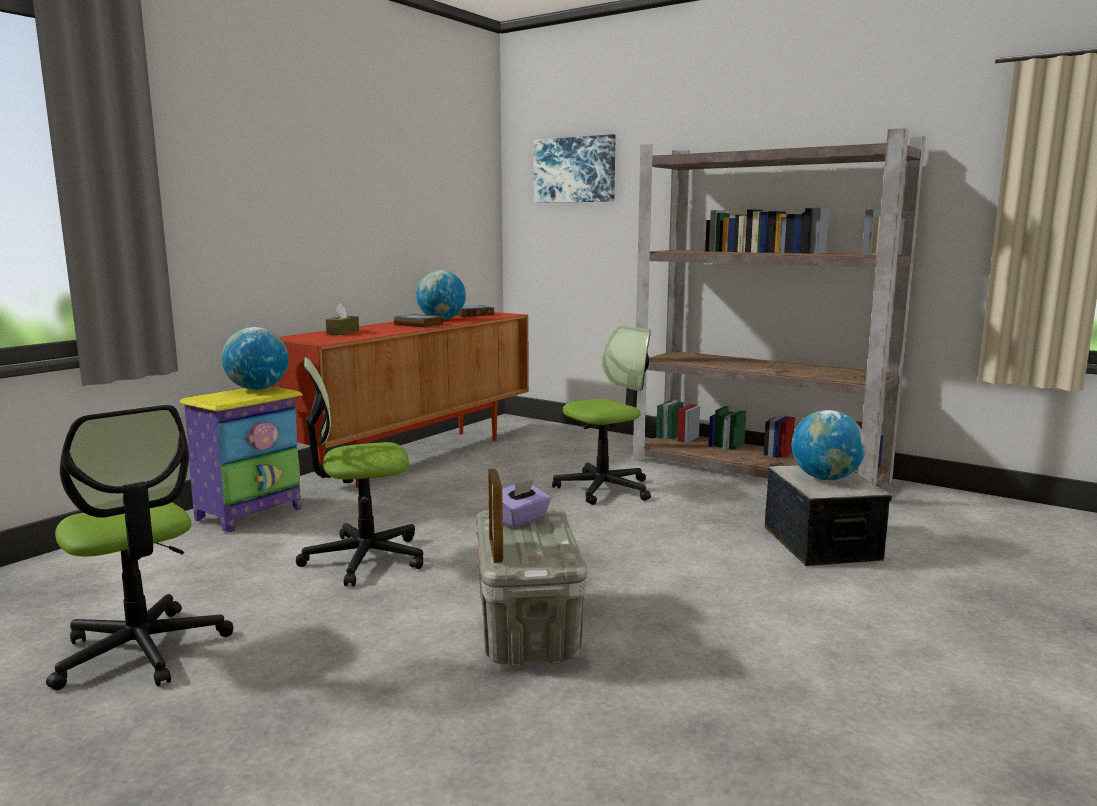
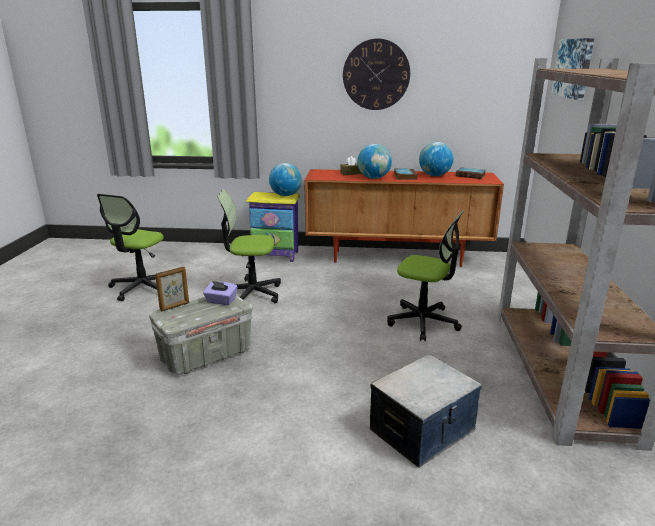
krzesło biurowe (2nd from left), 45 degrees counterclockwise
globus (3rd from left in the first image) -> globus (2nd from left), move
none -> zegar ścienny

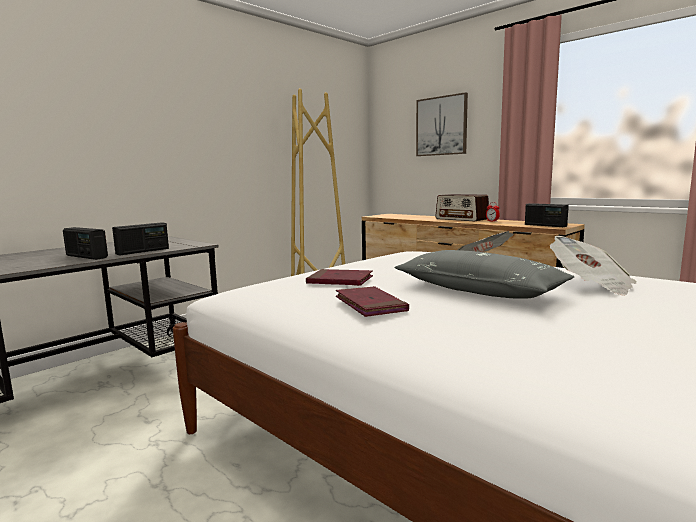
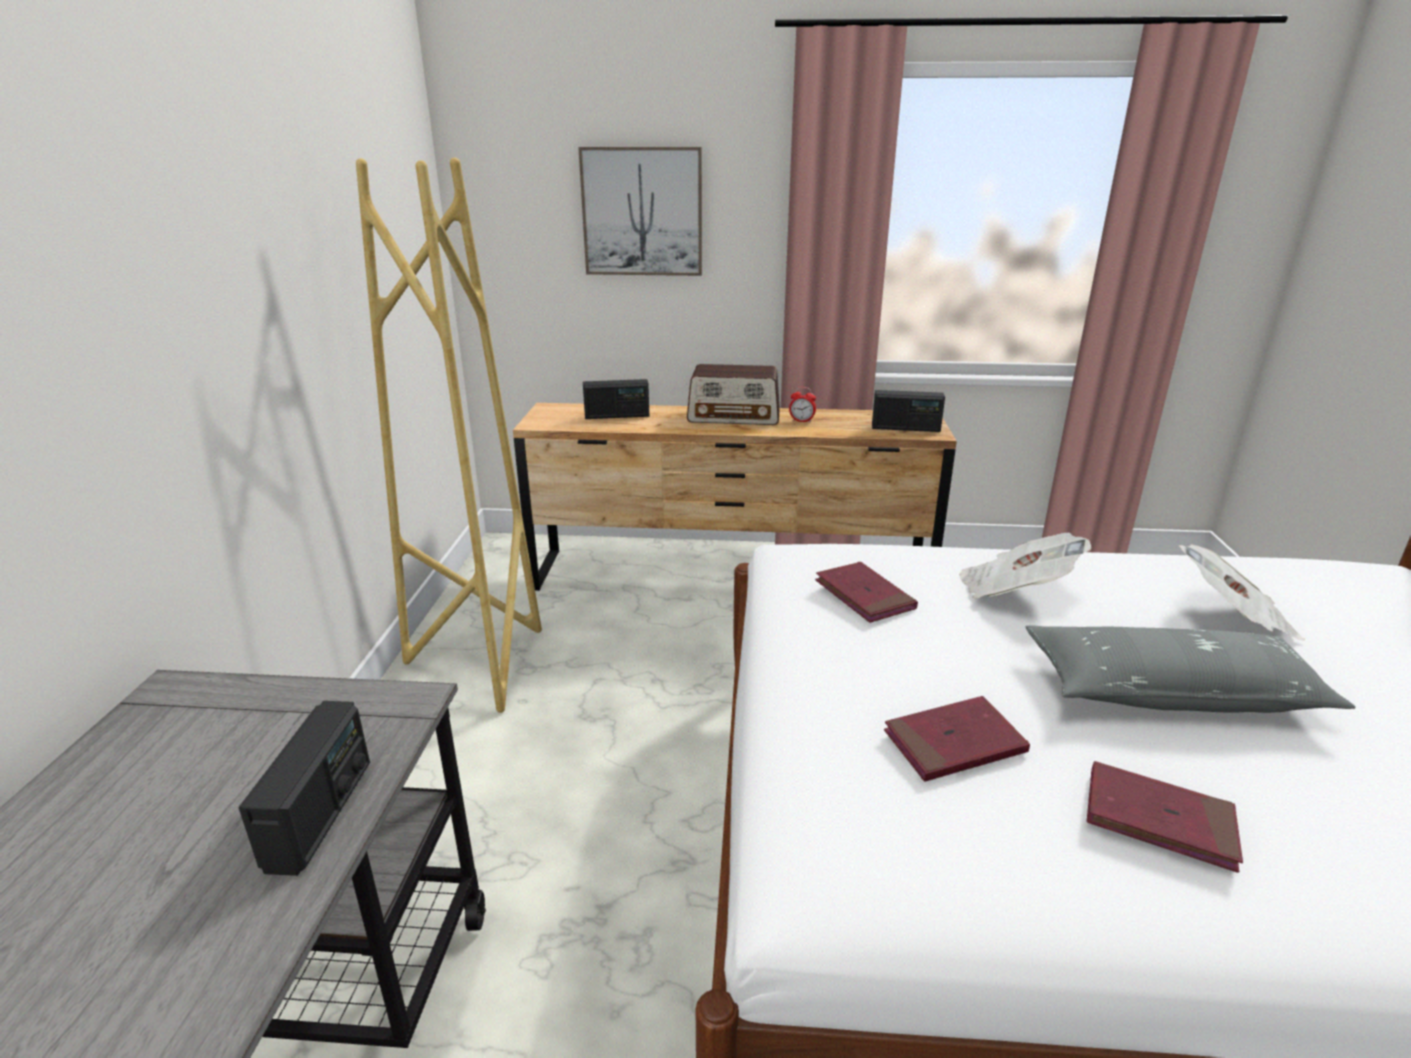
radio (1st from left in the first image) -> radio (2nd from left), move
none -> książka/czerwony (1st from left)

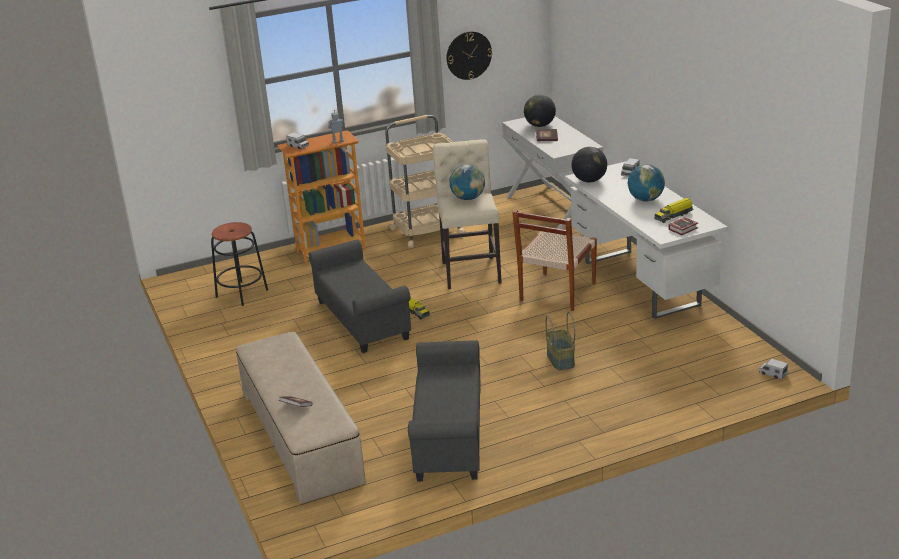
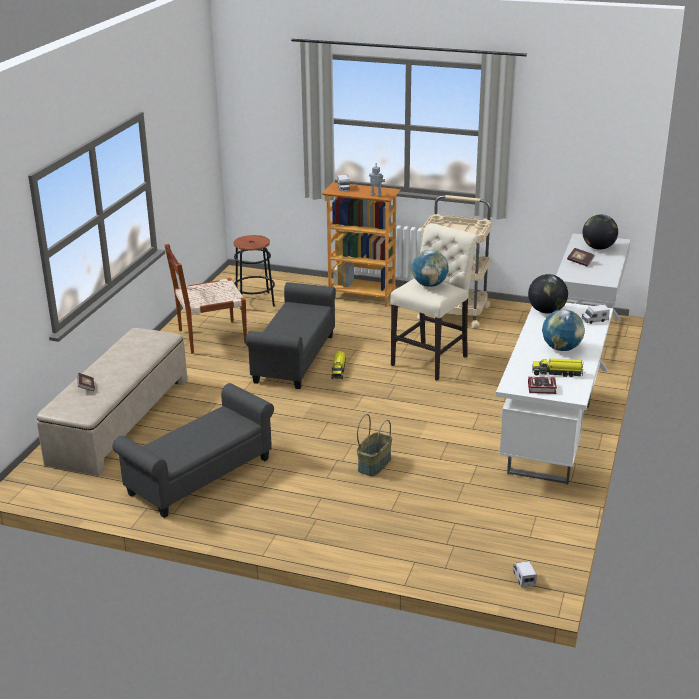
zegar ścienny -> none
krzesło, move

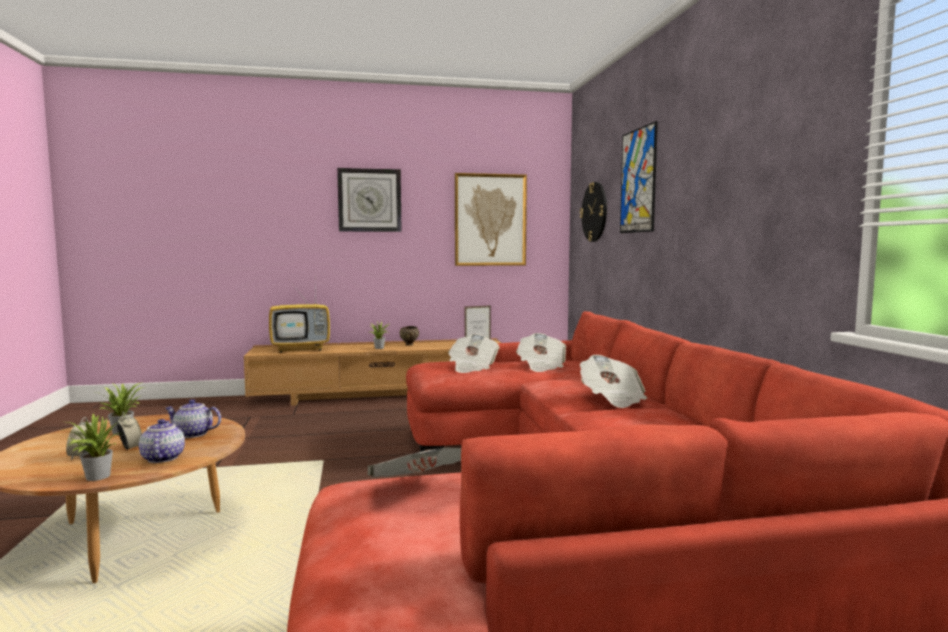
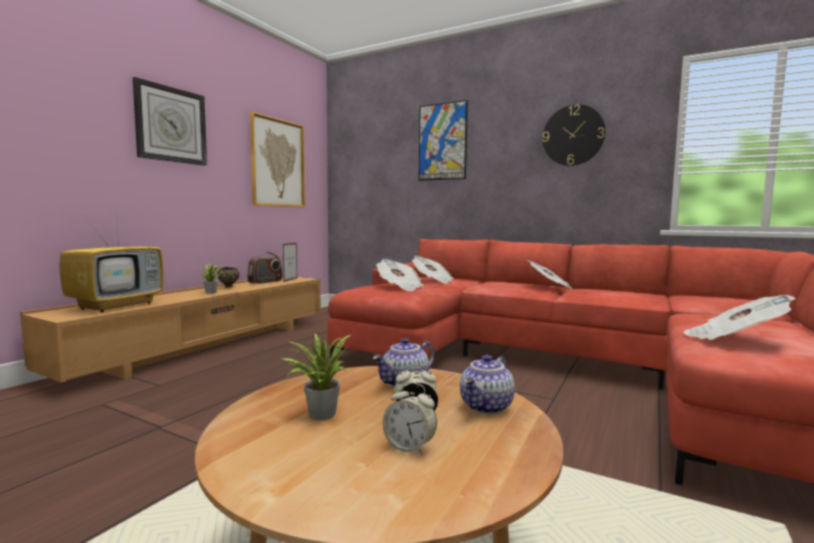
roślina doniczkowa (1st from left) -> none
imbryk (1st from left in the first image) -> imbryk (2nd from left), 75 degrees counterclockwise
zegar ścienny (2nd from left), move
none -> radio

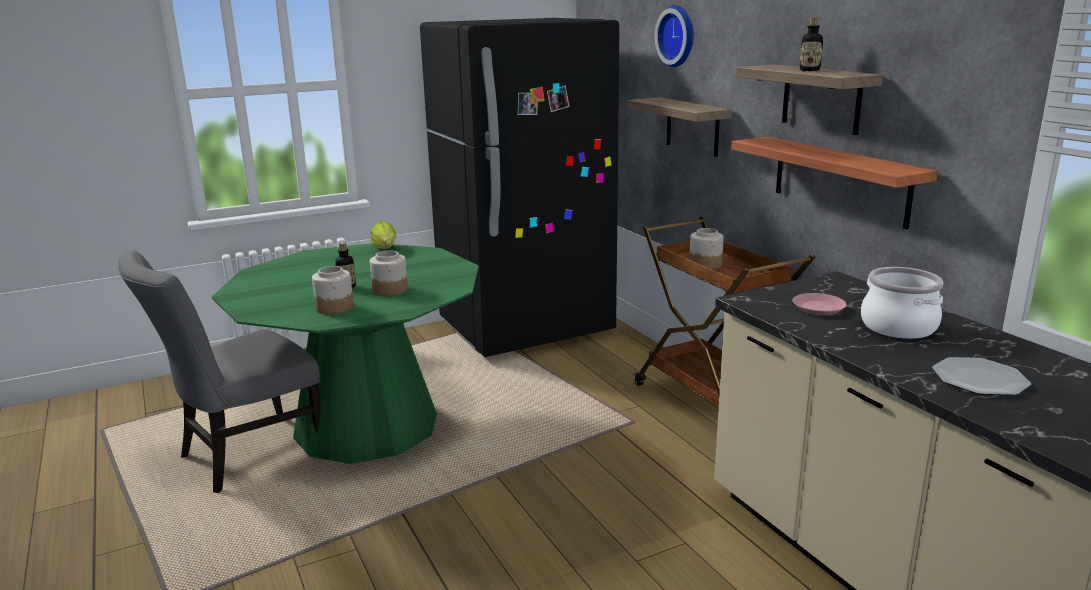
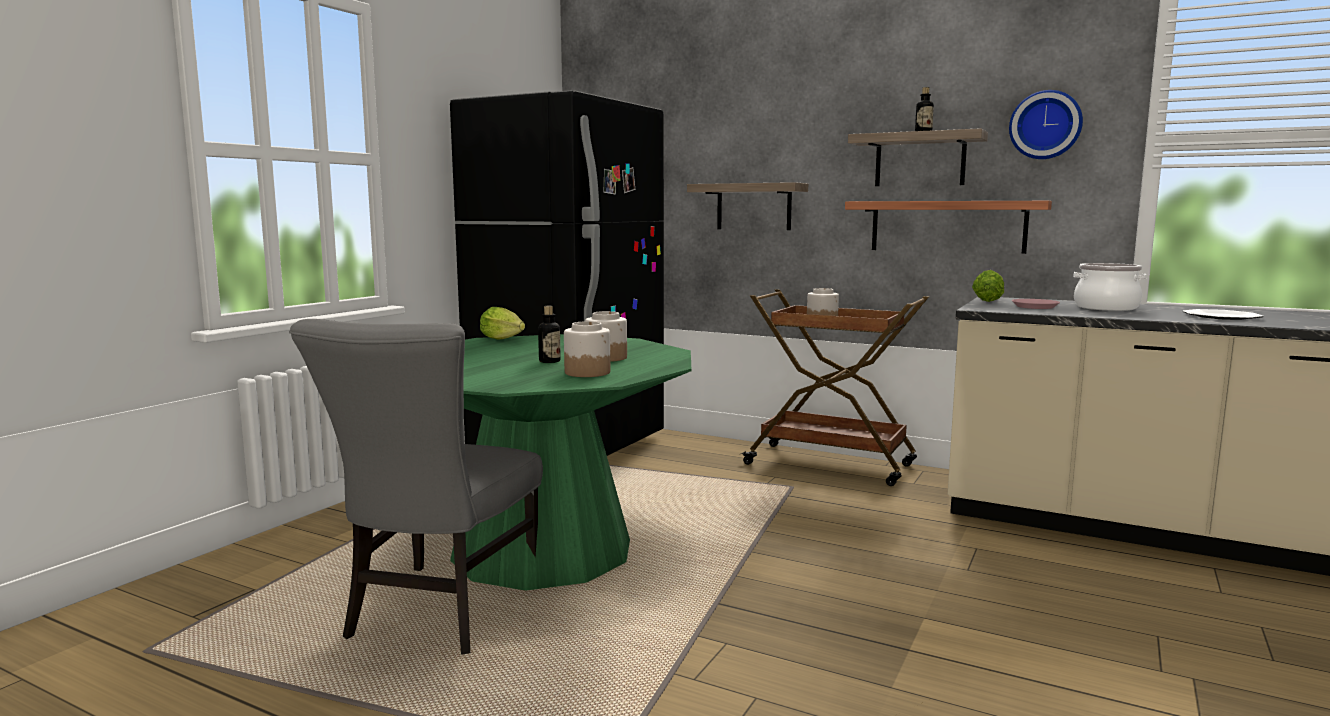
zegar ścienny, move
none -> sałata (2nd from left)

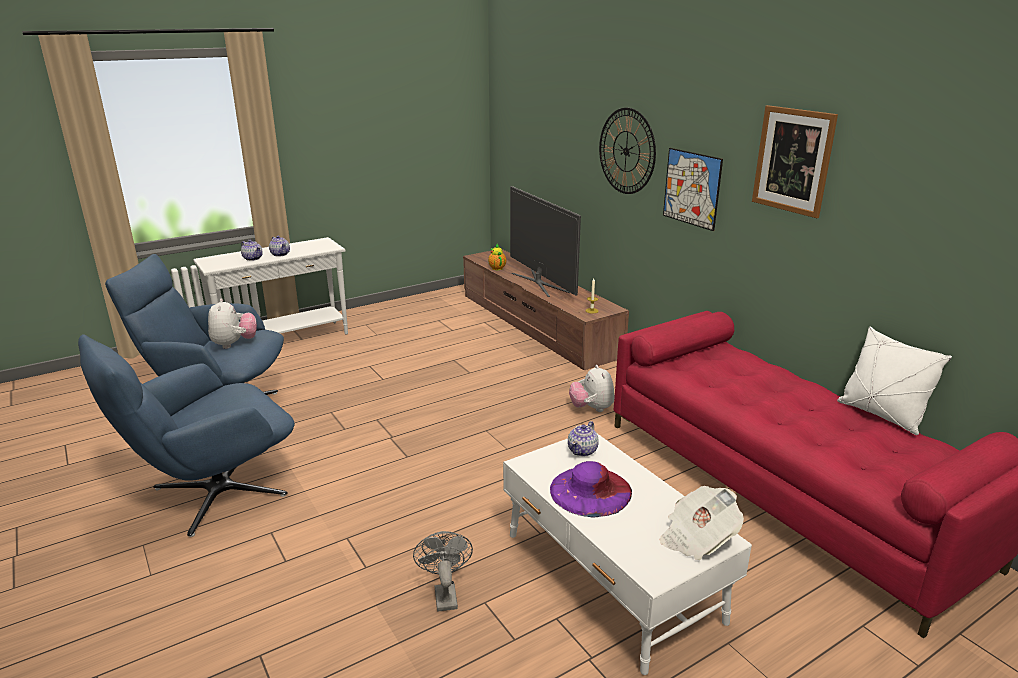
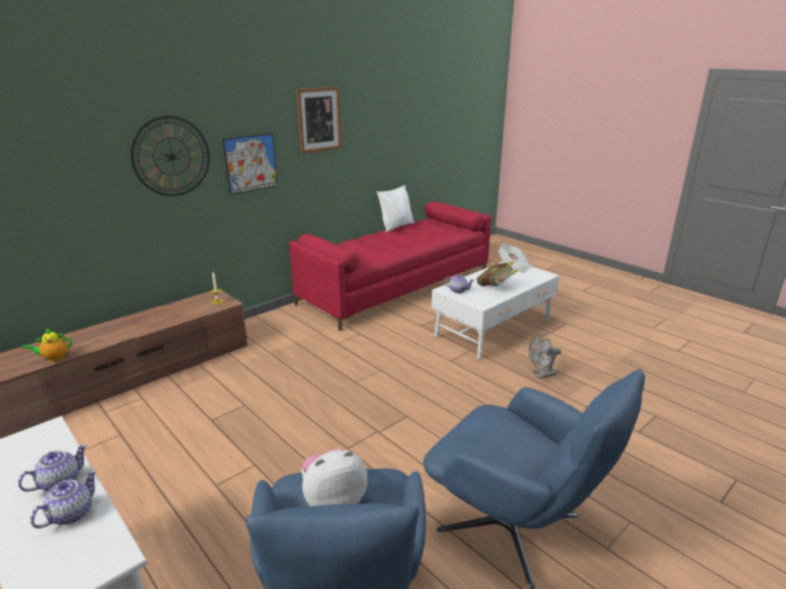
telewizor -> none
kapelusz/fioletowy -> książka
pluszak (2nd from left) -> none

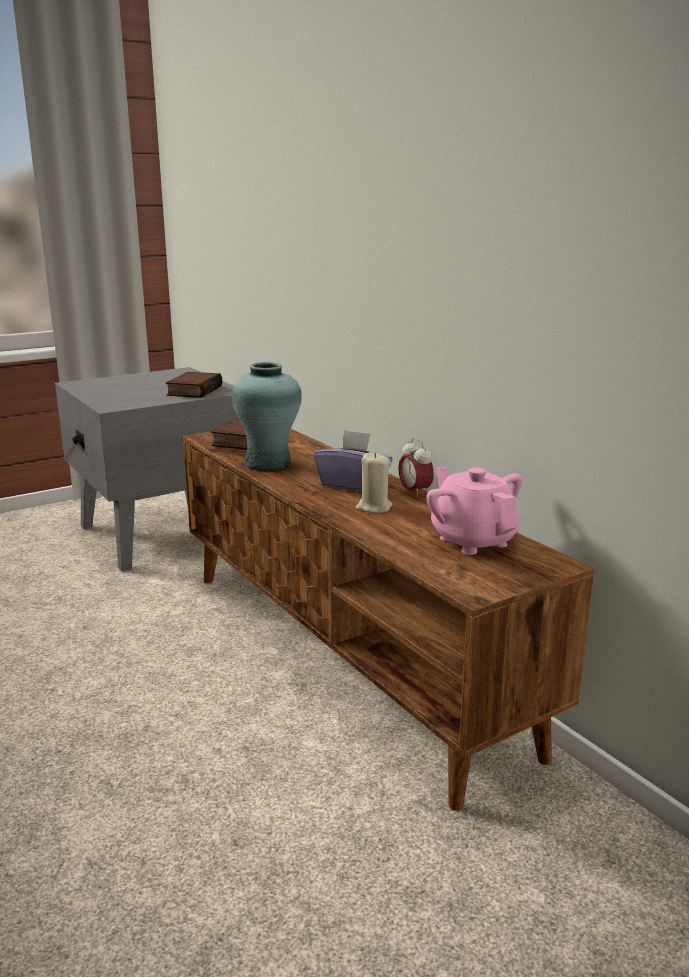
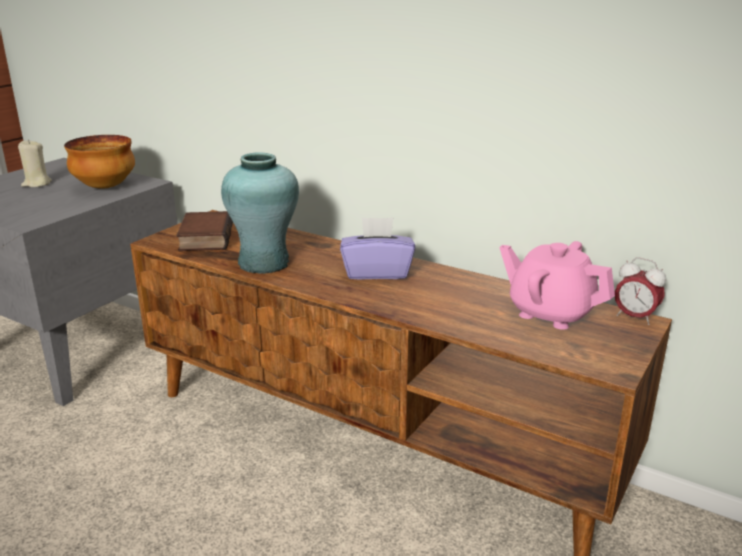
książka (1st from left) -> miska
świeca/beżowy, move
budzik, move

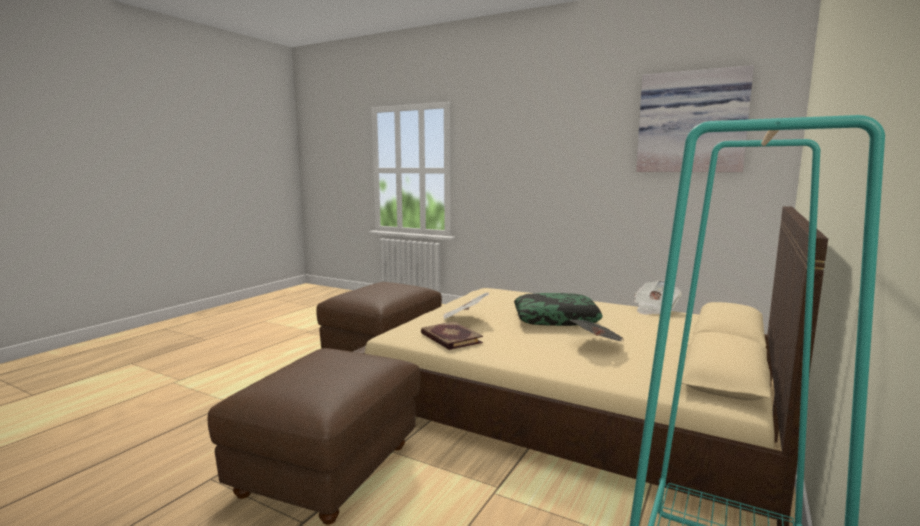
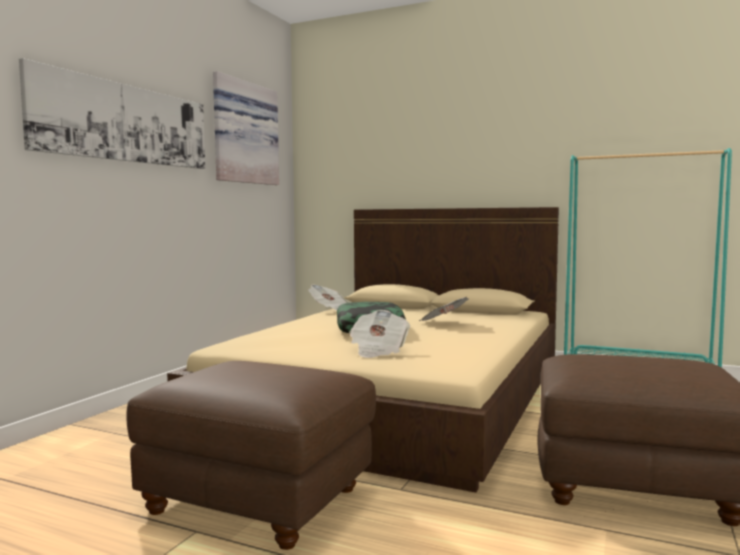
książka -> none
none -> obraz (1st from left)

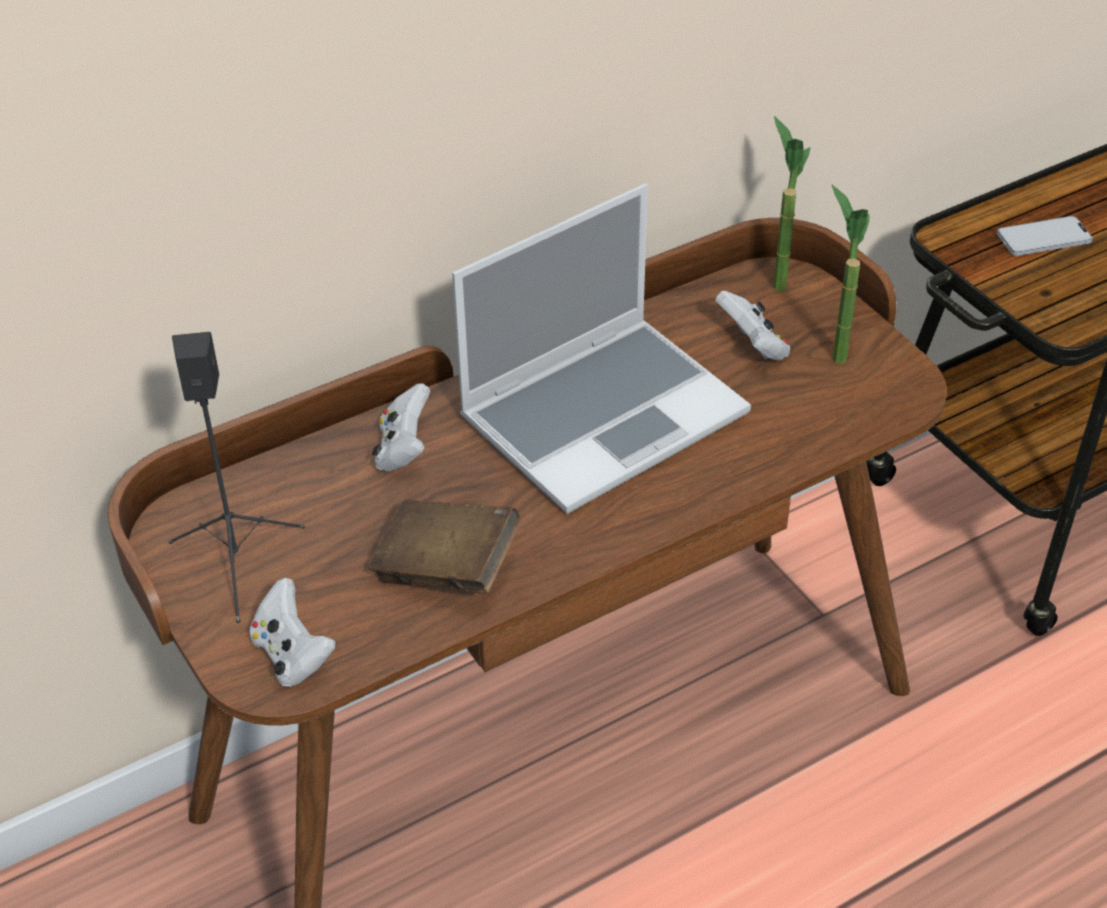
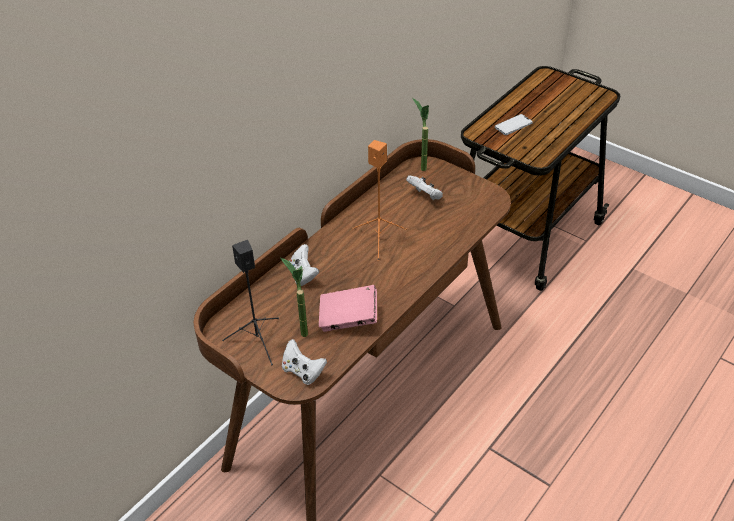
książka/brązowy -> książka/różowy
laptop -> głośnik/pomarańczowy
roślina doniczkowa (2nd from left in the first image) -> roślina doniczkowa (1st from left), move

